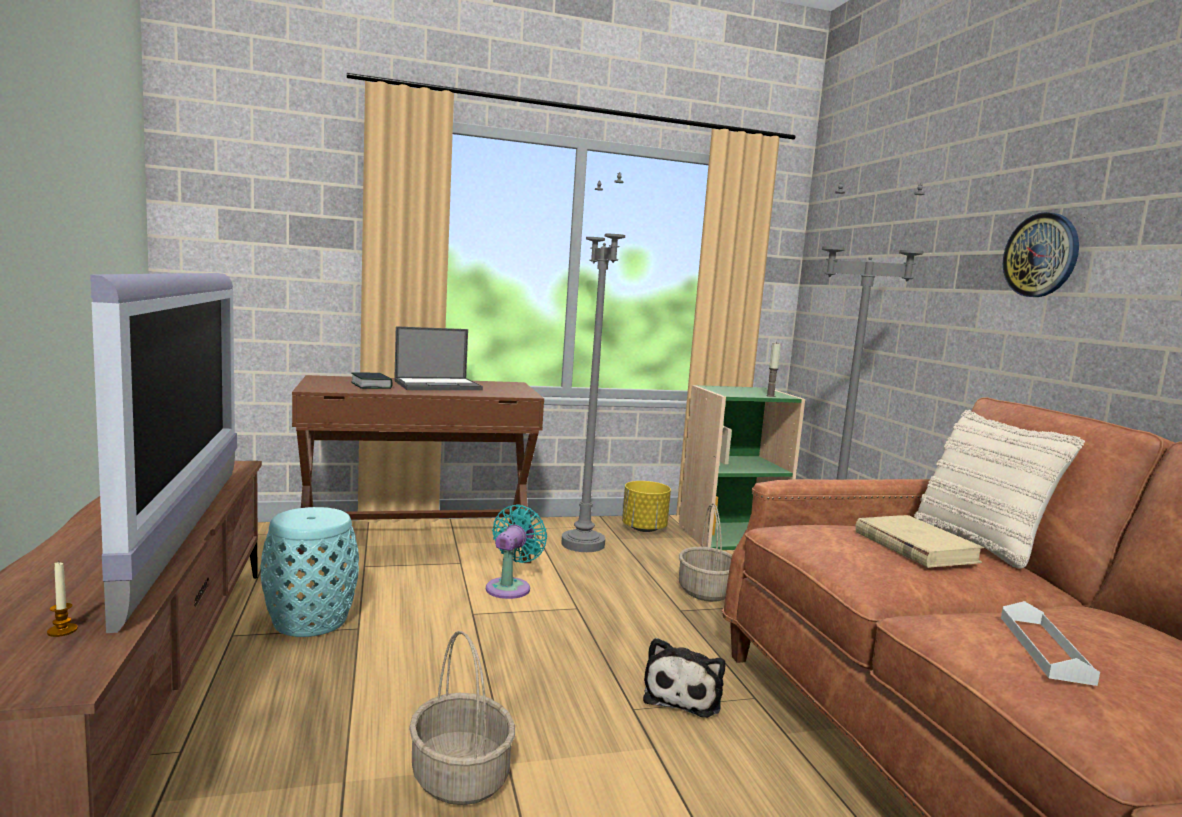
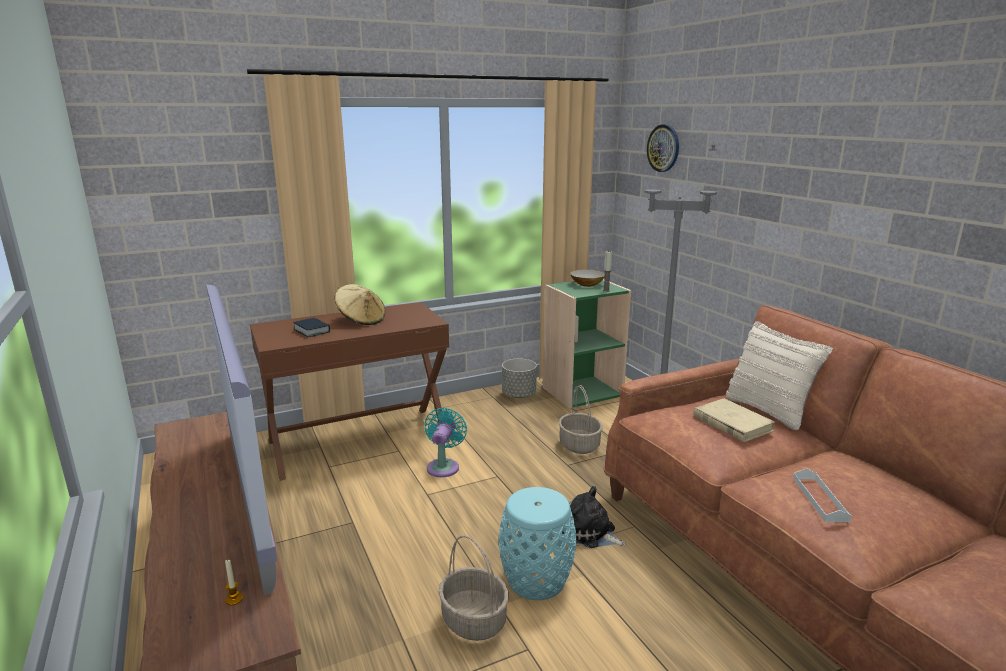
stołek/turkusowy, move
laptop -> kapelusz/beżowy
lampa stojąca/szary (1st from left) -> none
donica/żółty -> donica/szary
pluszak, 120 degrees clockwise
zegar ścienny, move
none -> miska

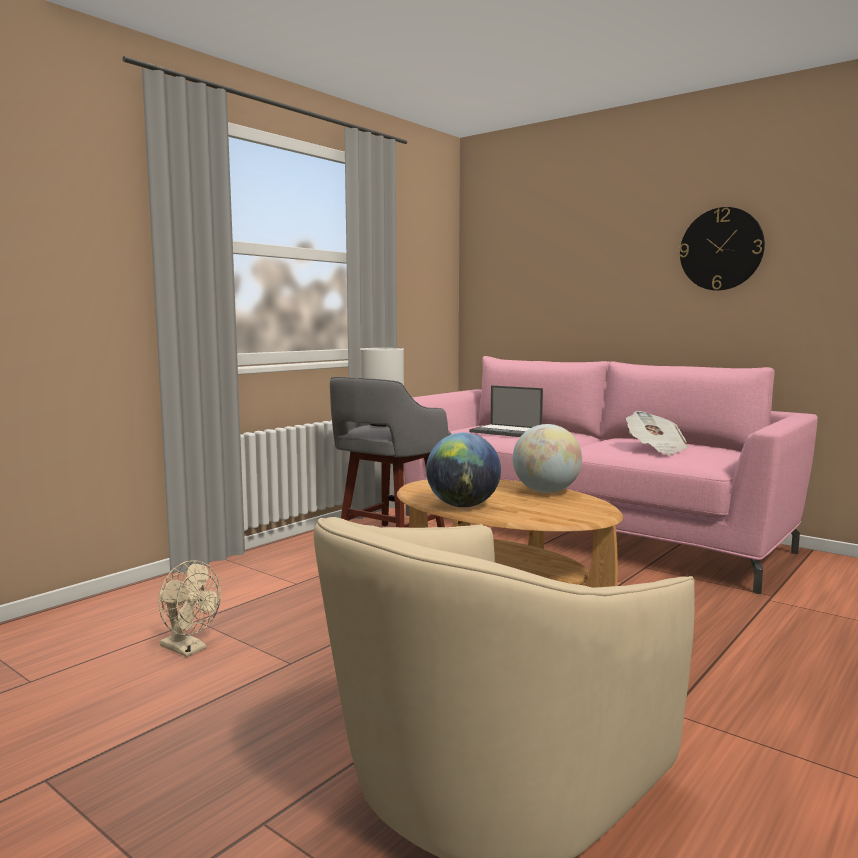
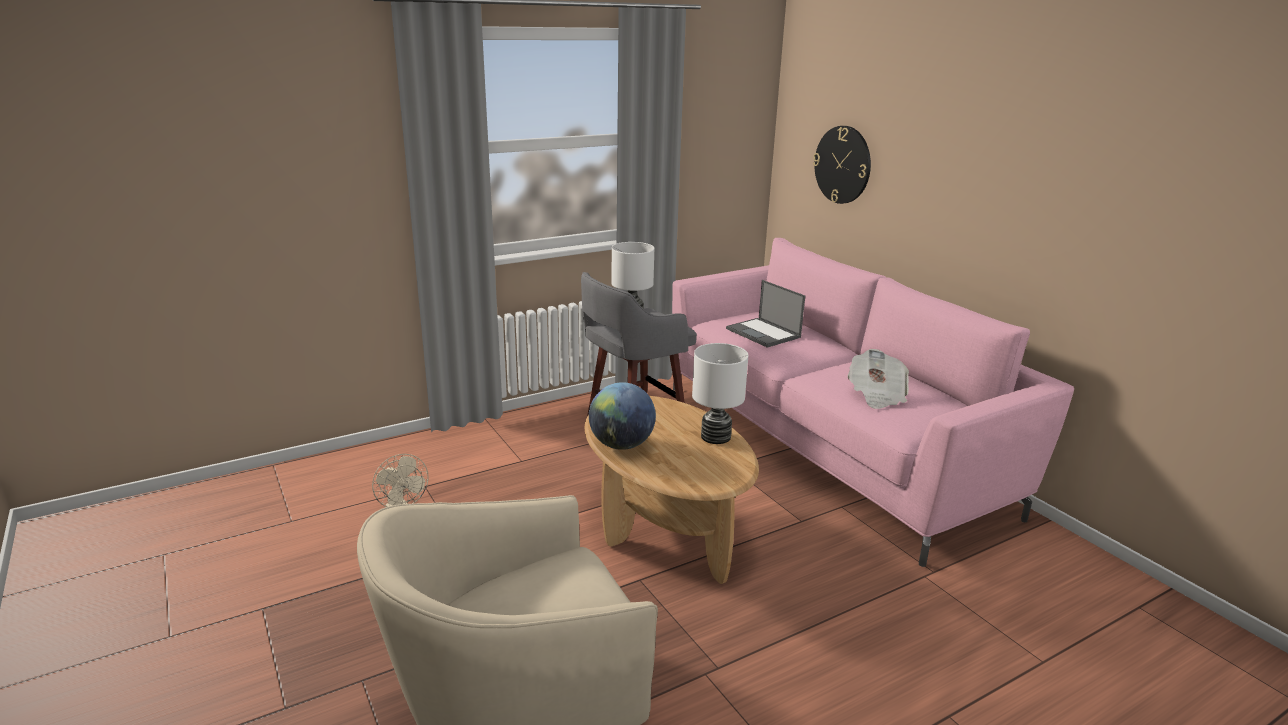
globus (2nd from left) -> lampa stołowa/biały (2nd from left)
zegar ścienny, move

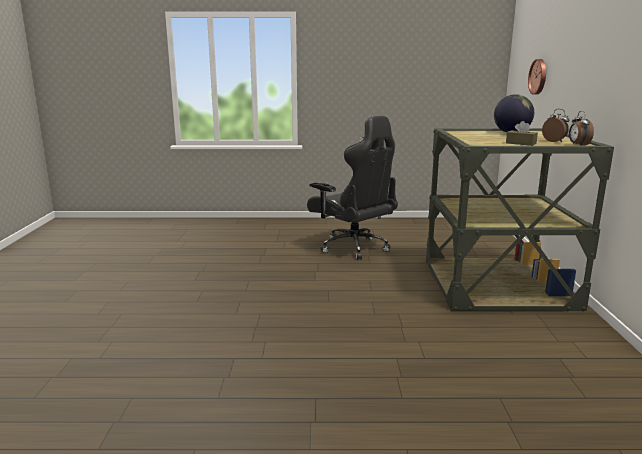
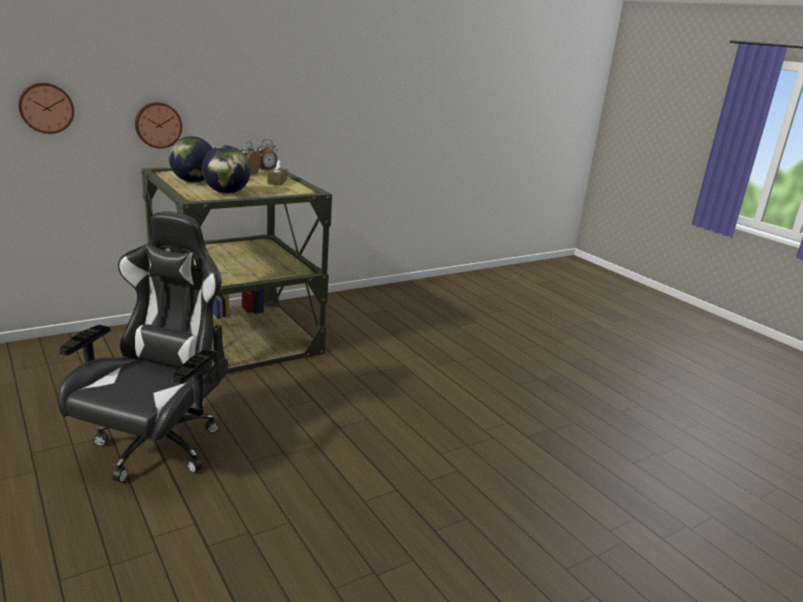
none -> zegar ścienny (2nd from left)
none -> globus (2nd from left)

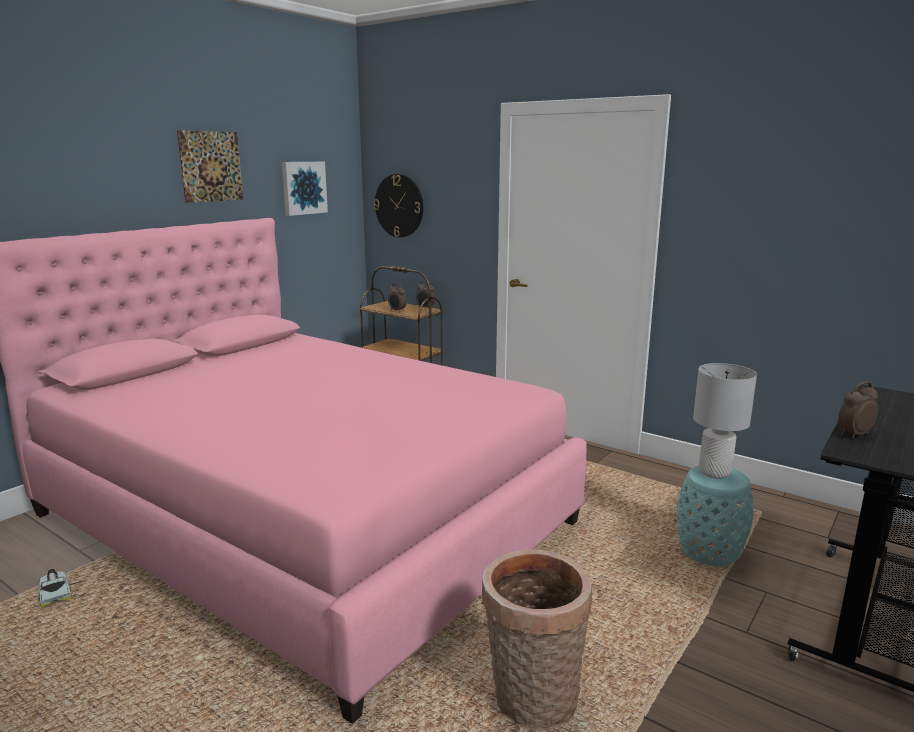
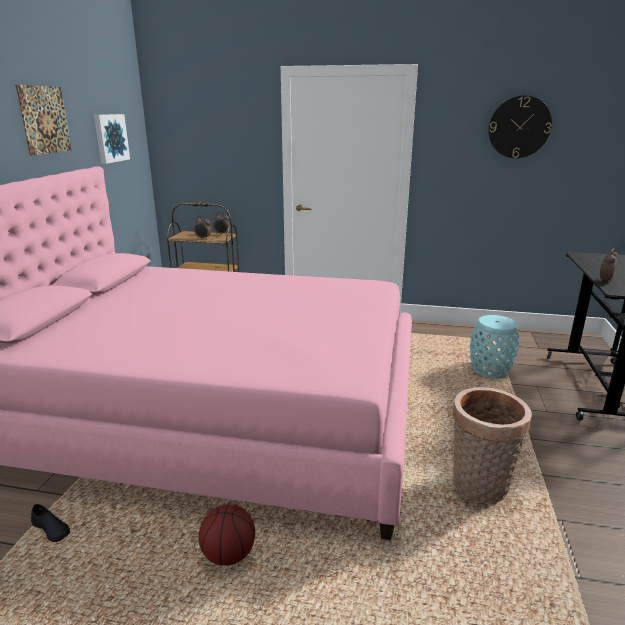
samochodzik -> but/czarny
zegar ścienny, move
lampa stołowa/szary -> none
none -> piłka do koszykówki

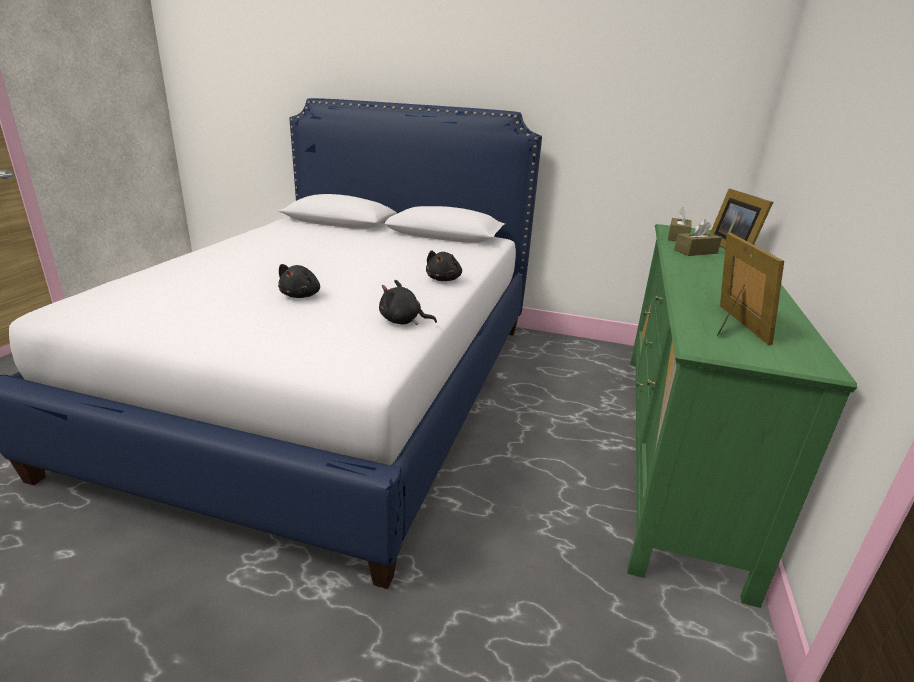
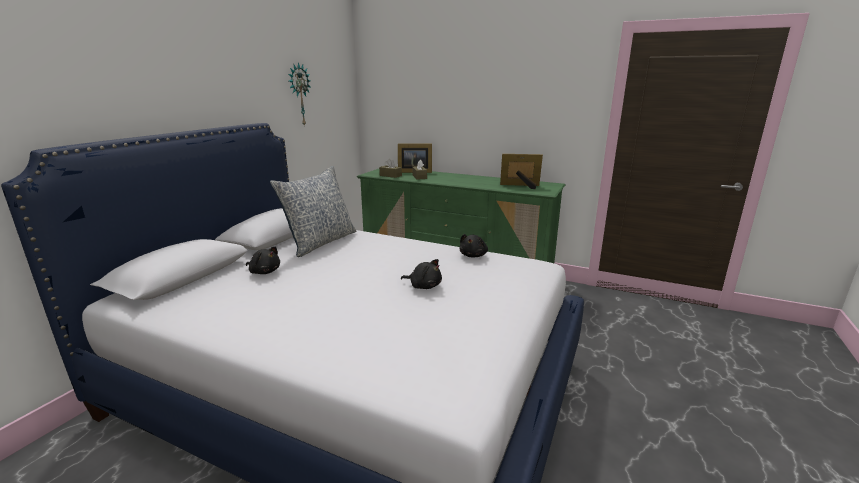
pluszak/czarny (3rd from left in the first image) -> pluszak/czarny (1st from left), move
none -> poduszka
none -> zegar ścienny

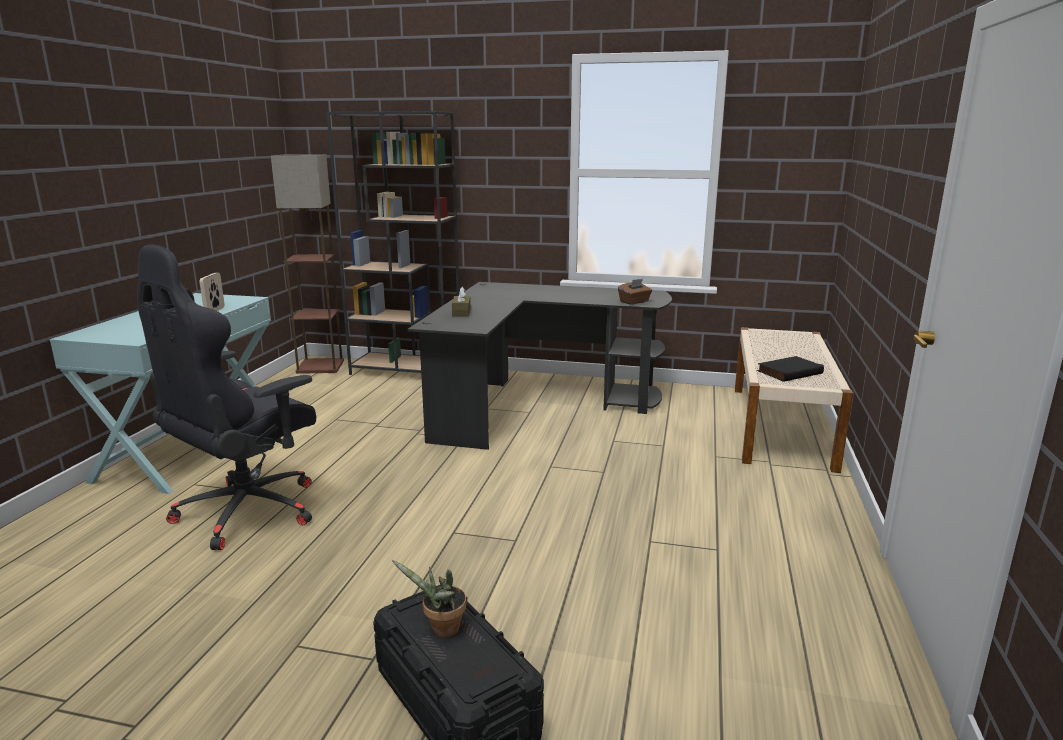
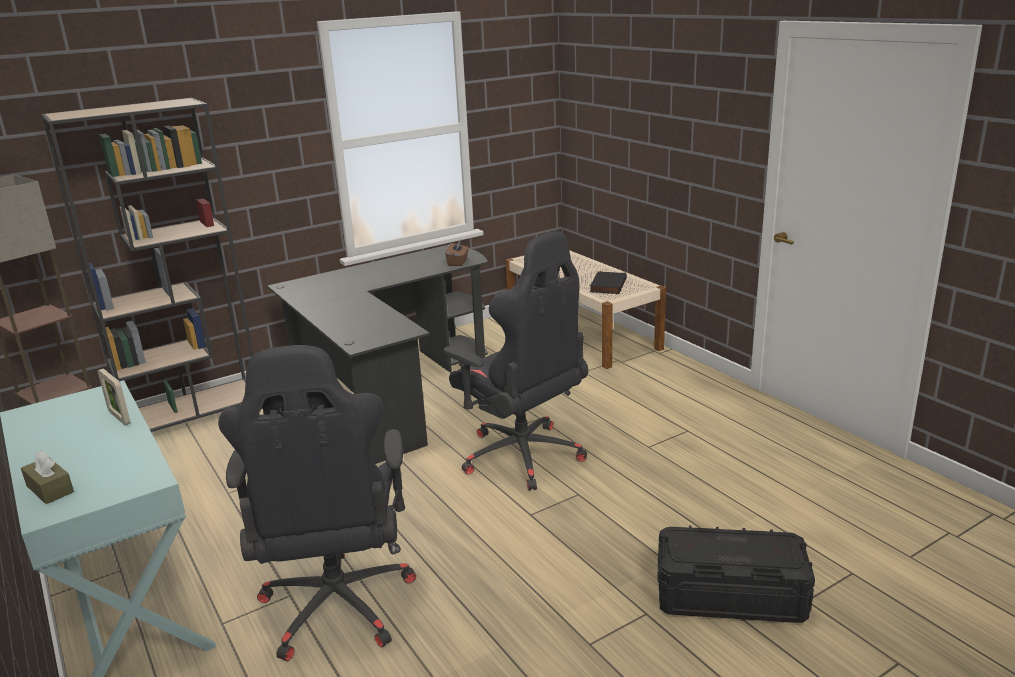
roślina doniczkowa -> none
pudełko chusteczek/brązowy (1st from left), move
none -> krzesło biurowe/czarny (2nd from left)

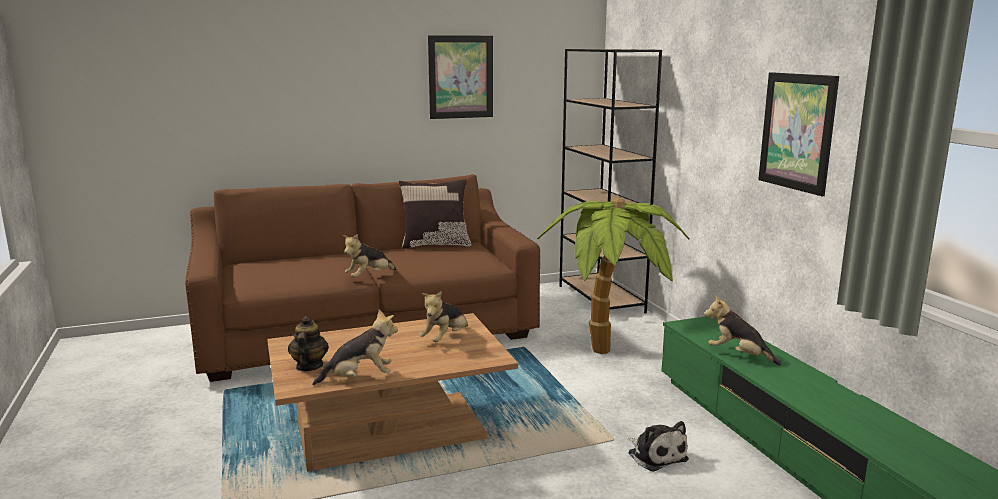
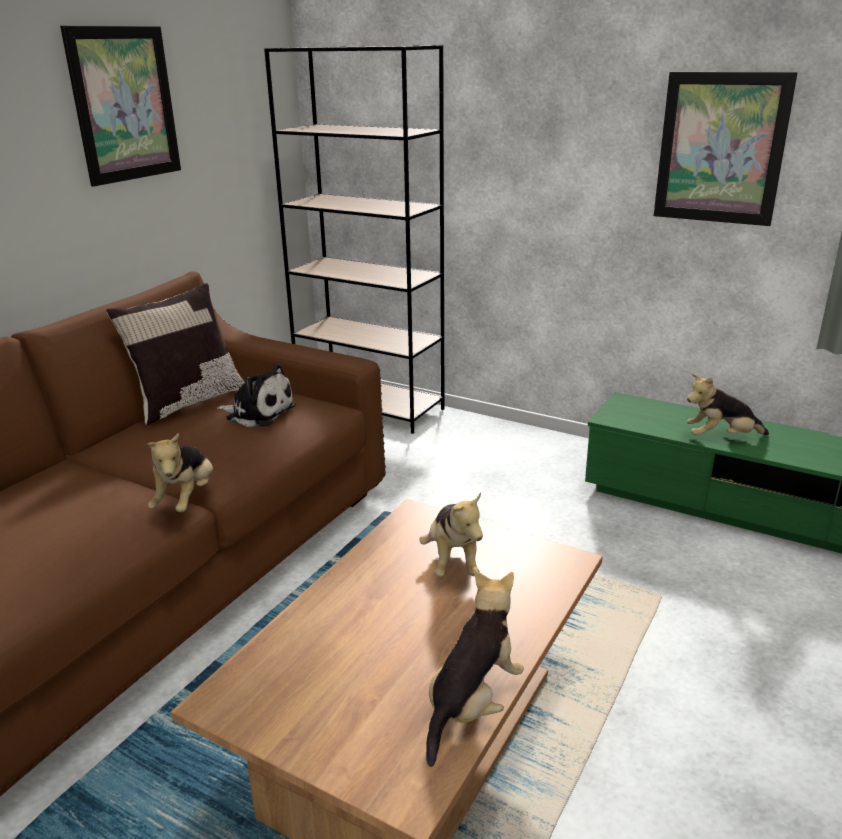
imbryk -> none
roślina doniczkowa -> none
pluszak (4th from left in the first image) -> pluszak (2nd from left), move

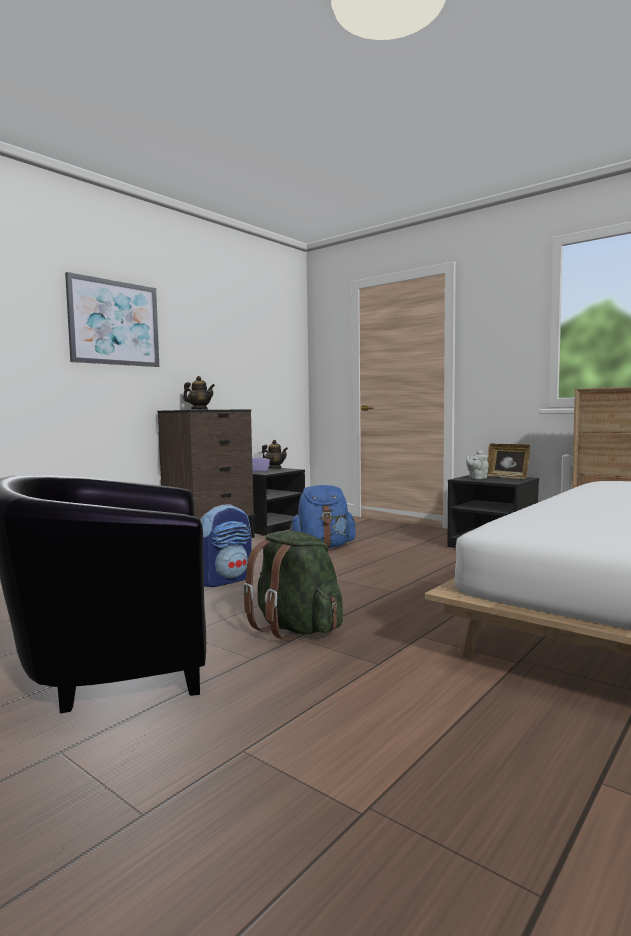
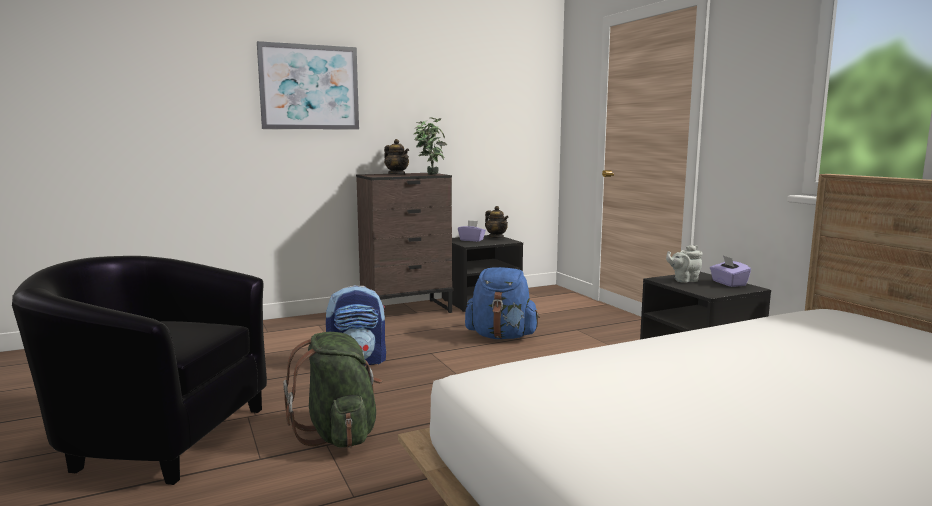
ramka na zdjęcie -> pudełko chusteczek/fioletowy (2nd from left)
none -> roślina doniczkowa

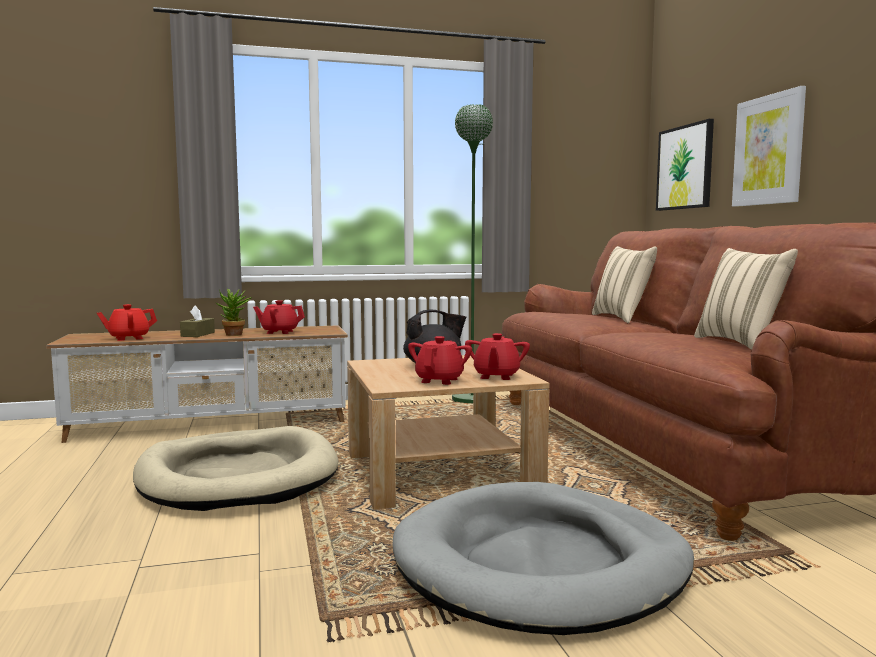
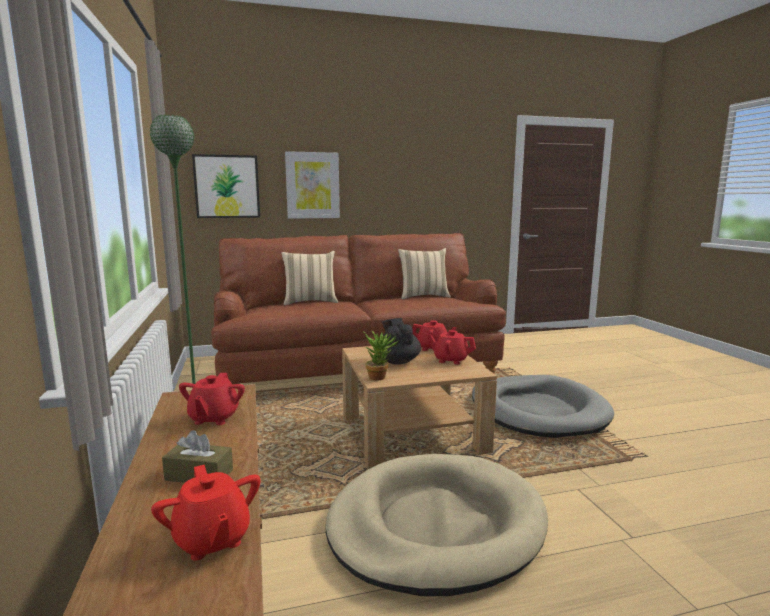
roślina doniczkowa, move

